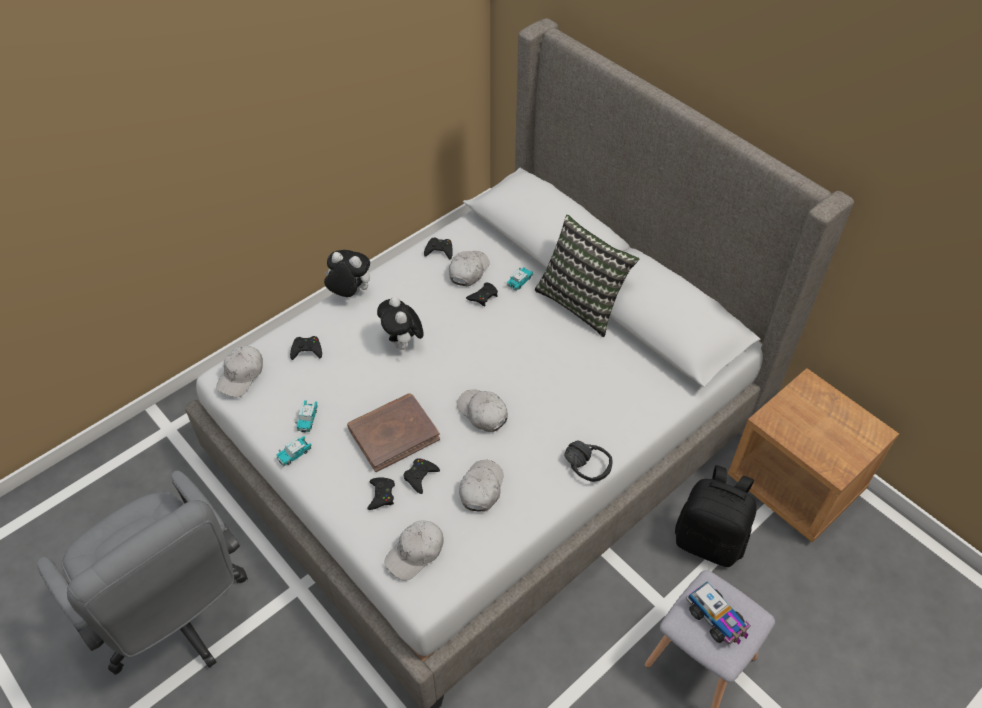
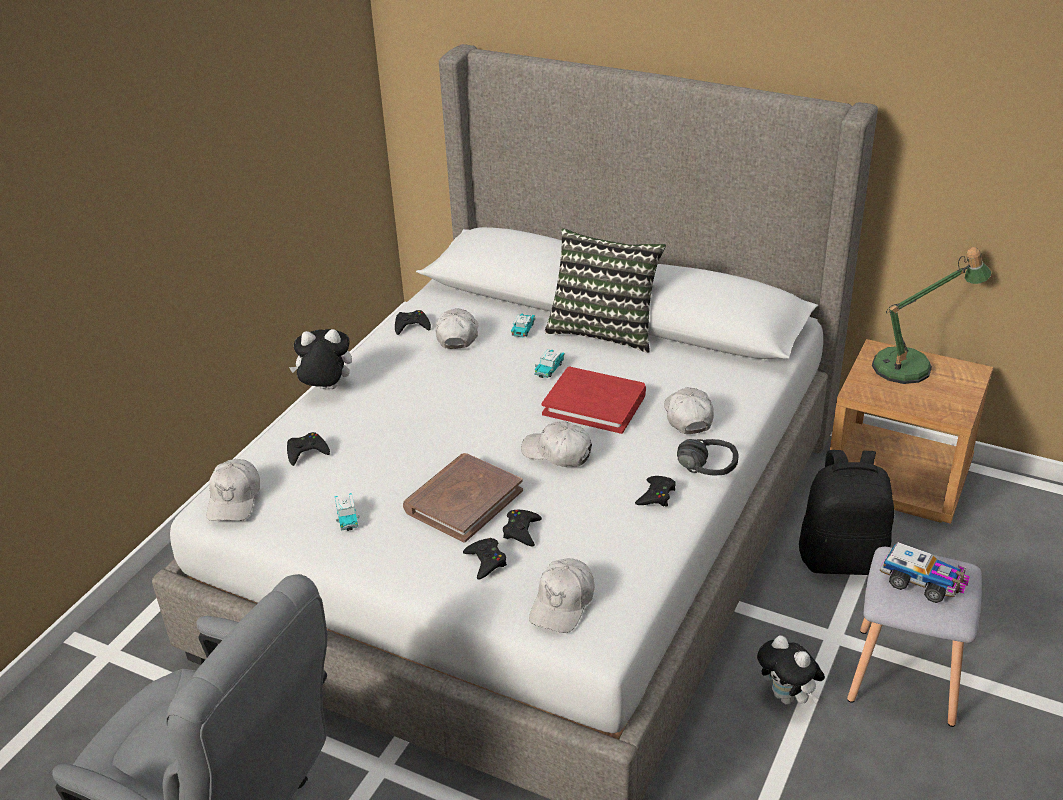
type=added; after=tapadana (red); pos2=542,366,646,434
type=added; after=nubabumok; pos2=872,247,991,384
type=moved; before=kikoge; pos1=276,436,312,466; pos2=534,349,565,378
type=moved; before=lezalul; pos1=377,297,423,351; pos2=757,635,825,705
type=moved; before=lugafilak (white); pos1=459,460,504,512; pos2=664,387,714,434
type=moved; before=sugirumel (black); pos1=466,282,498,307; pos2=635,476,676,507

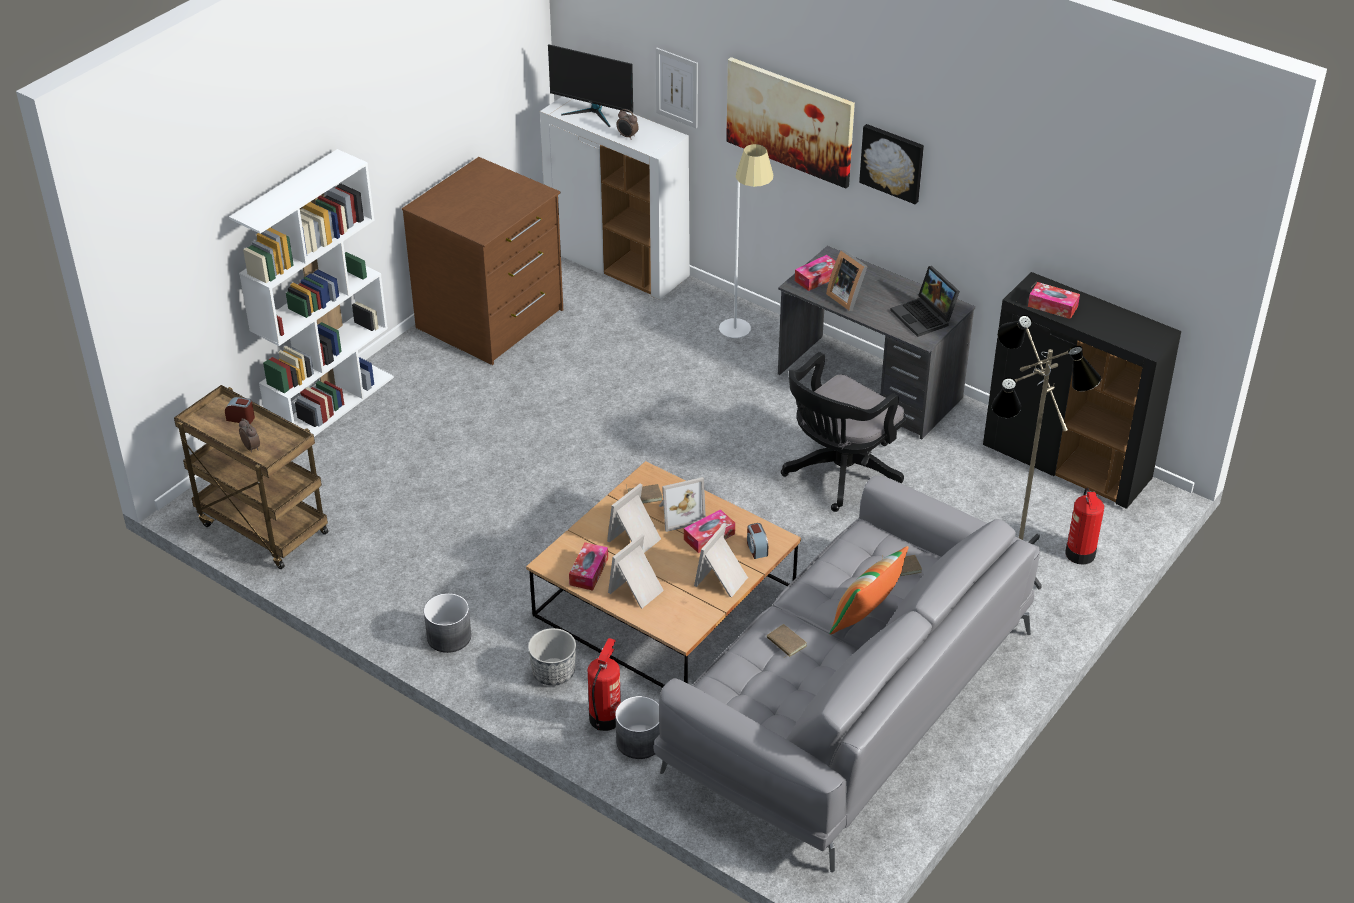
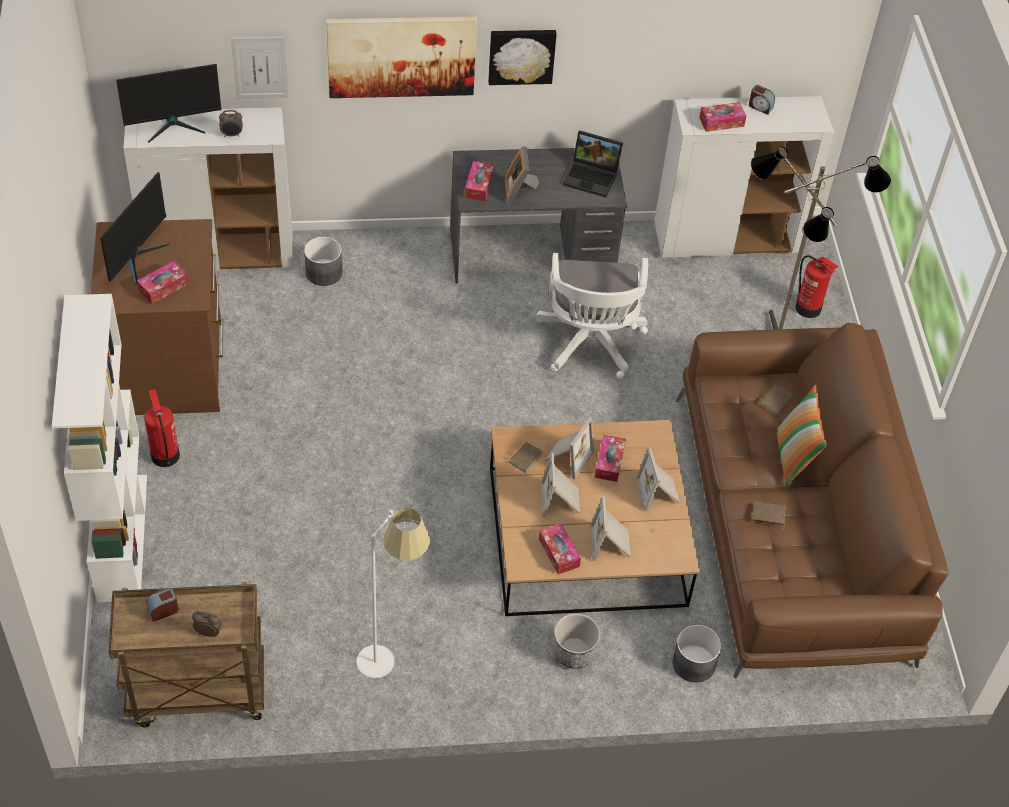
type=added; after=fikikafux; pos2=100,172,169,283
type=added; after=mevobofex; pos2=137,261,189,304
type=moved; before=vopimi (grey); pos1=424,593,471,653; pos2=304,237,343,286
type=moved; before=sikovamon; pos1=587,638,621,731; pos2=144,389,180,467
type=moved; before=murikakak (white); pos1=719,144,773,338; pos2=357,508,430,678
type=moved; before=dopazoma; pos1=747,523,768,559; pos2=749,85,775,115
type=recoloured; before=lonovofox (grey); after=lonovofox (brown); pos1=653,476,1040,872; pos2=676,323,949,679
type=recoloured; before=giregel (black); after=giregel (white); pos1=781,352,906,512; pos2=535,253,648,379
type=recoloured; before=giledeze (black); after=giledeze (white); pos1=983,272,1181,509; pos2=654,96,834,258
type=turned; before=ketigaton; pos1=826,250,868,311; pos2=505,146,539,204; turn=75

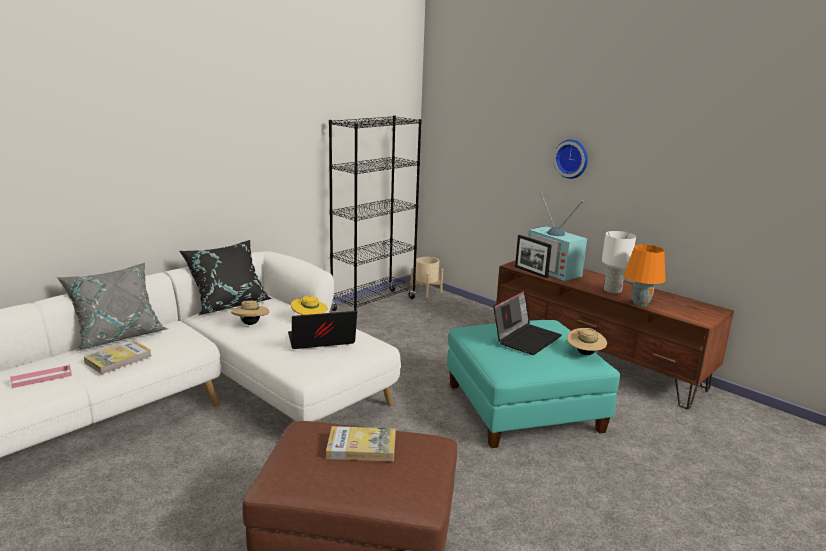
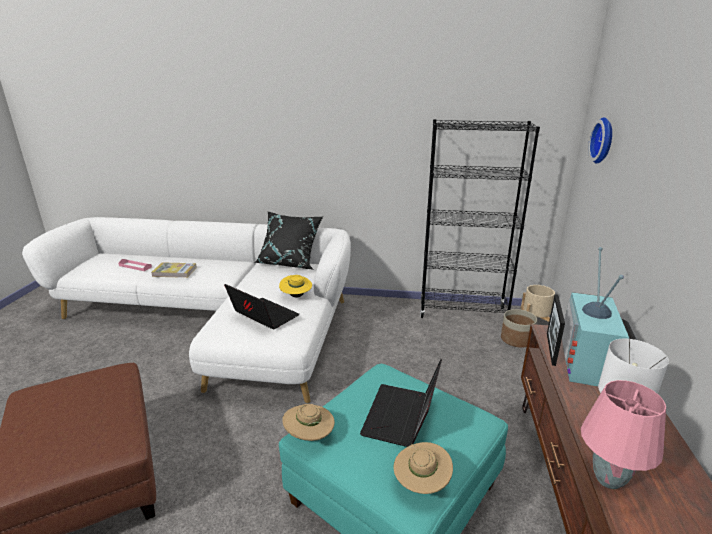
type=removed; before=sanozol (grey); pos1=57,263,168,351
type=removed; before=tapadana; pos1=326,426,396,461
type=added; after=vopimi; pos2=501,309,537,348
type=moved; before=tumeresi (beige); pos1=231,300,269,325; pos2=282,404,335,441
type=moved; before=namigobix; pos1=553,139,588,179; pos2=588,117,612,164
type=recoloured; before=nubabumok (orange); after=nubabumok (pink); pos1=624,244,666,307; pos2=581,380,666,489
type=turned; before=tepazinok; pos1=493,290,562,355; pos2=360,359,442,447; turn=105

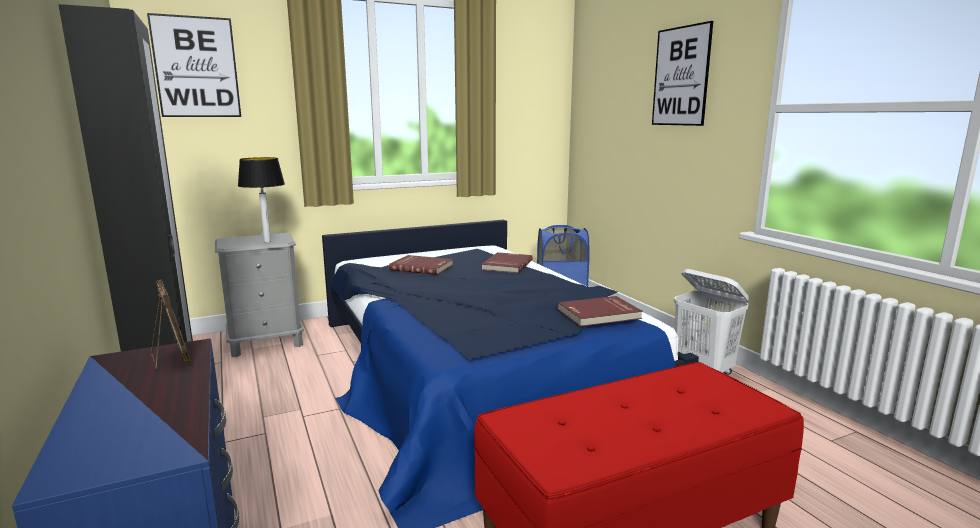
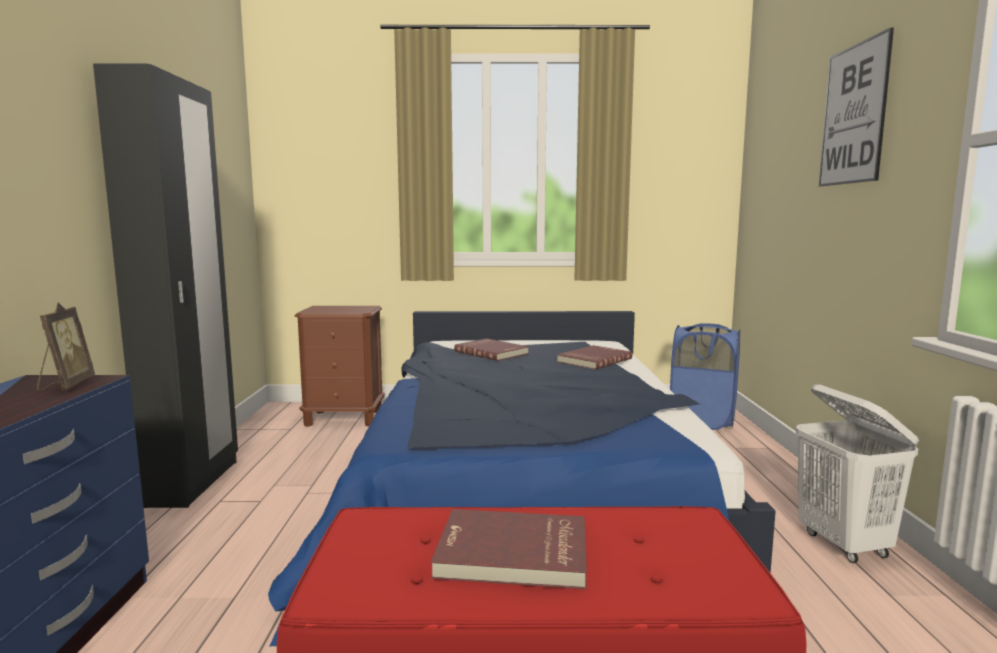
type=removed; before=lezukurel; pos1=147,13,241,117
type=removed; before=nubabumok; pos1=238,157,285,243
type=moved; before=tapadana (red); pos1=558,296,643,327; pos2=431,509,587,589
type=recoloured; before=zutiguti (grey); after=zutiguti (brown); pos1=215,233,304,357; pos2=295,306,385,427

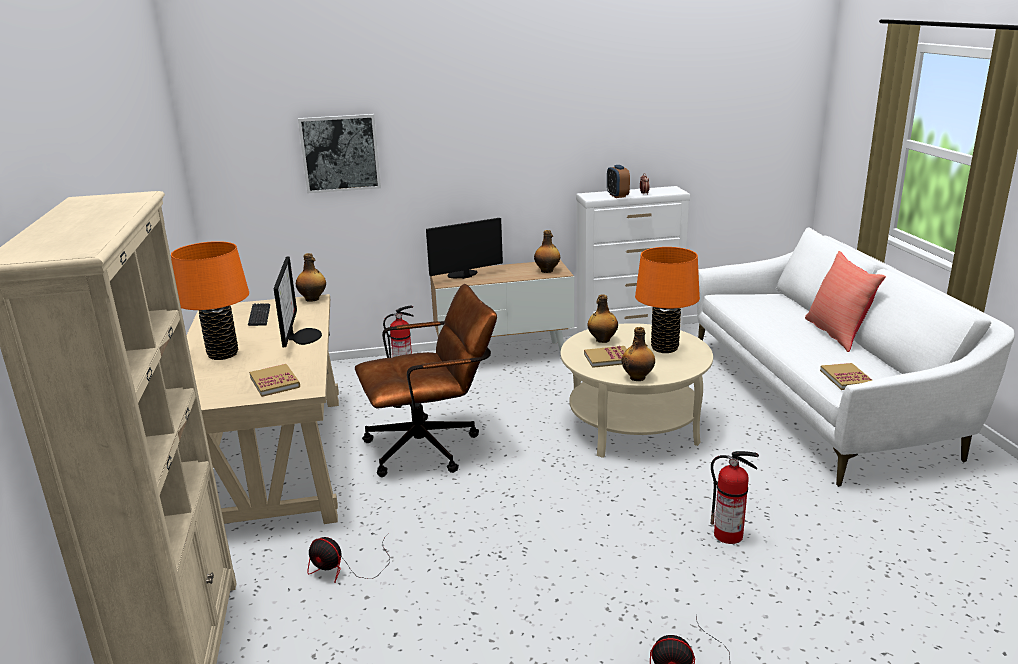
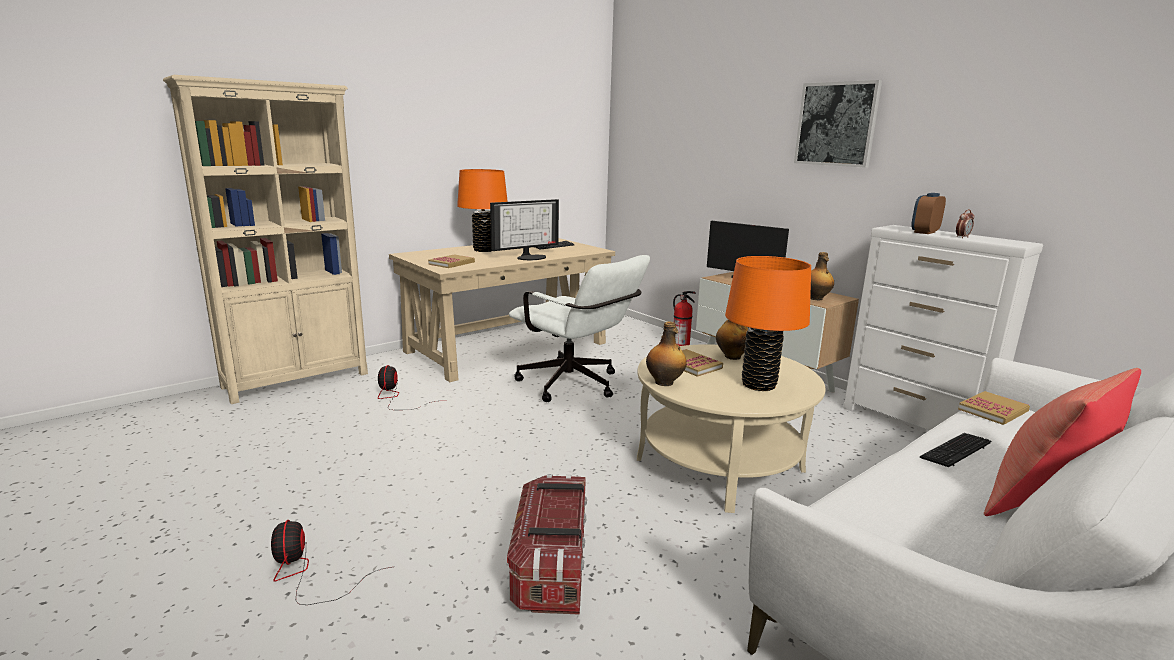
type=removed; before=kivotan; pos1=296,253,326,302
type=added; after=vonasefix; pos2=920,433,991,467
type=moved; before=lezukurel; pos1=298,114,381,194; pos2=794,80,882,168
type=moved; before=tapadana; pos1=820,363,872,390; pos2=958,391,1030,425
type=replaced; before=sikovamon; after=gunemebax; pos1=711,451,759,544; pos2=507,474,587,615
type=recoloured; before=giregel (brown); after=giregel (white); pos1=355,284,497,477; pos2=509,255,650,402

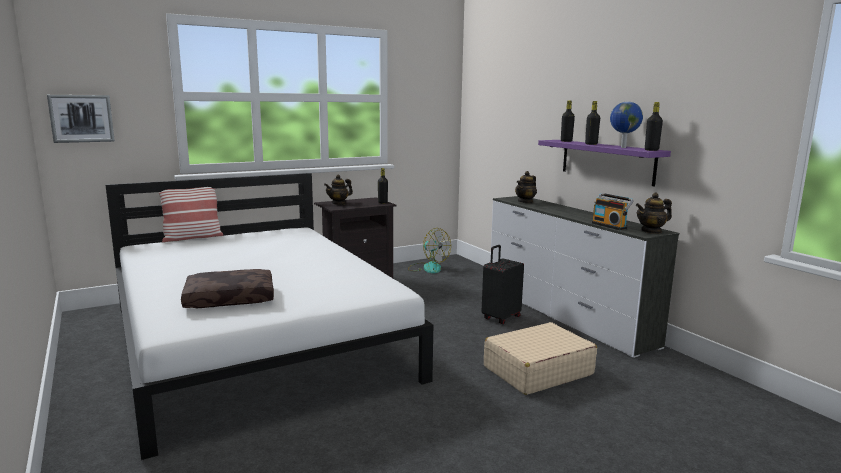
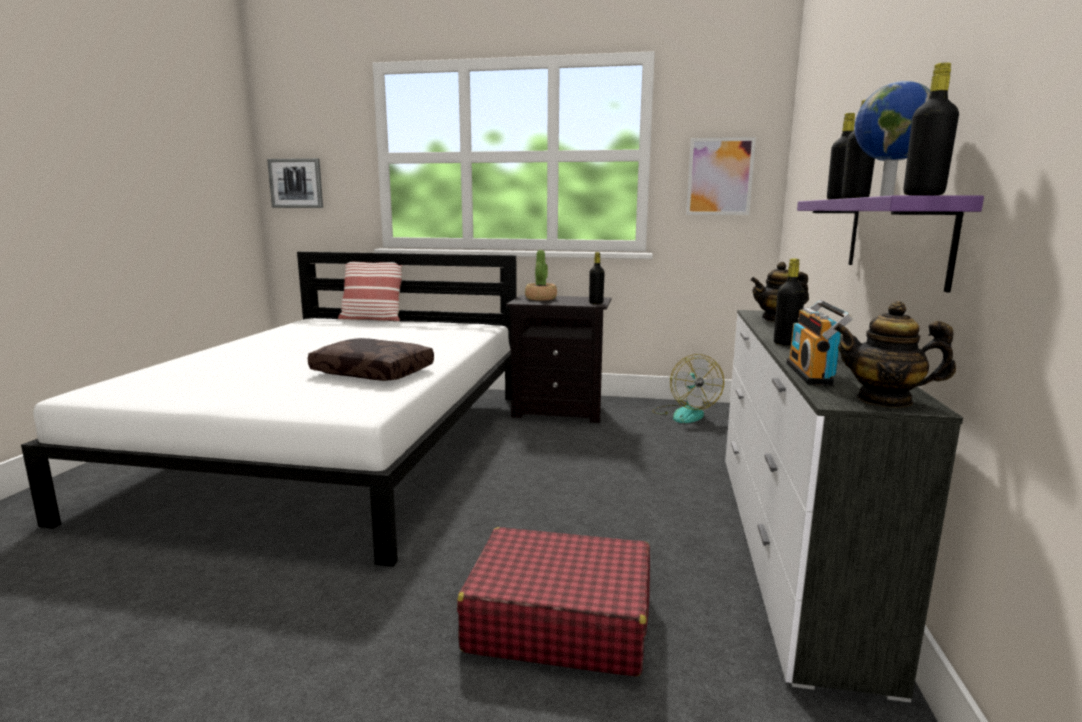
type=removed; before=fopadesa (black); pos1=481,245,524,324
type=added; after=lezukurel; pos2=686,137,756,215
type=added; after=kivotan (black); pos2=774,258,805,346
type=moved; before=sanozol (brown); pos1=181,269,274,308; pos2=308,338,434,381
type=replaced; before=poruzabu; after=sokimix; pos1=324,175,353,205; pos2=525,250,557,300
type=recoloured; before=fopadesa (beige); after=fopadesa (red); pos1=484,322,597,395; pos2=457,527,650,677

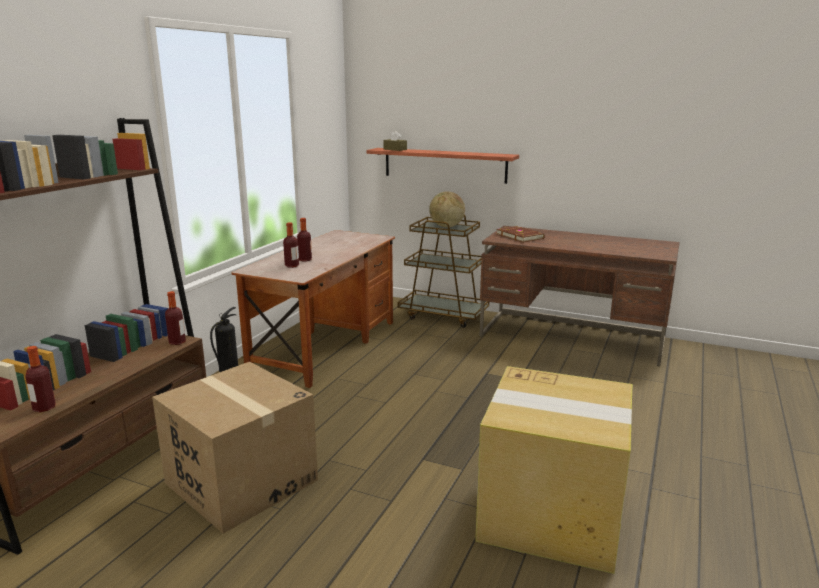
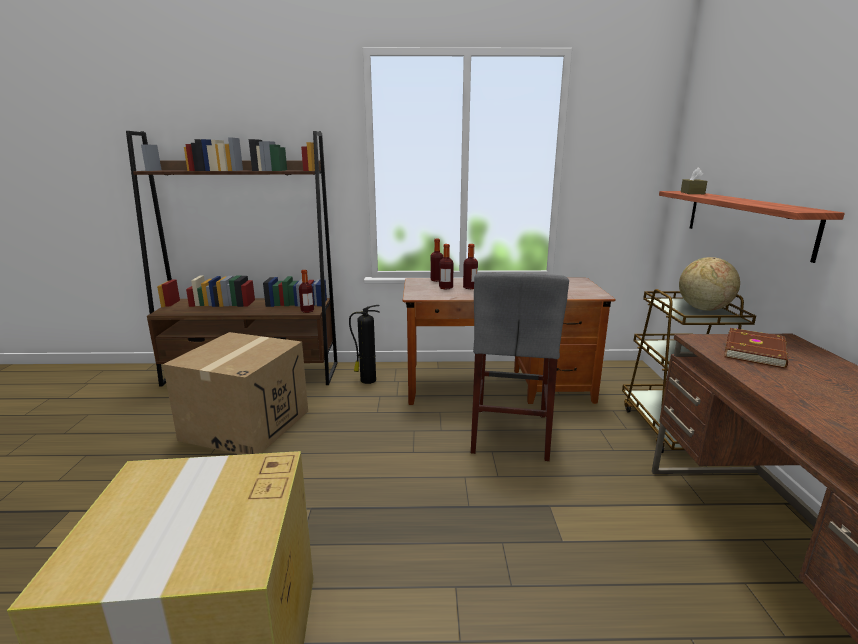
type=added; after=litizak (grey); pos2=471,272,569,461
type=moved; before=kivotan; pos1=25,346,56,412; pos2=430,239,443,282

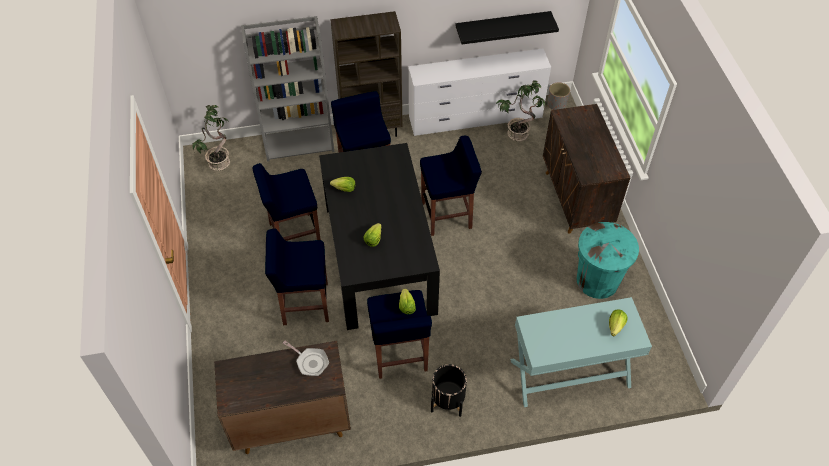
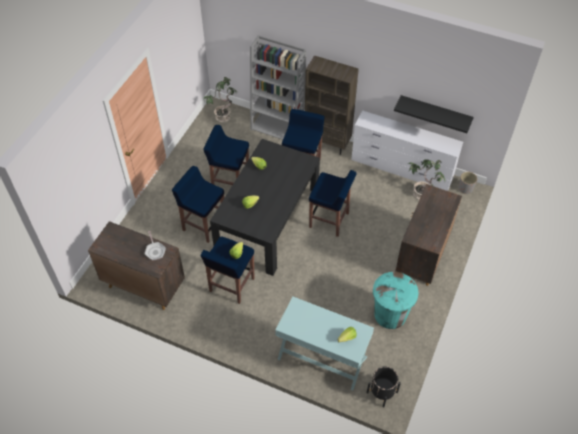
type=moved; before=vopimi (black); pos1=431,364,467,417; pos2=367,366,401,408

